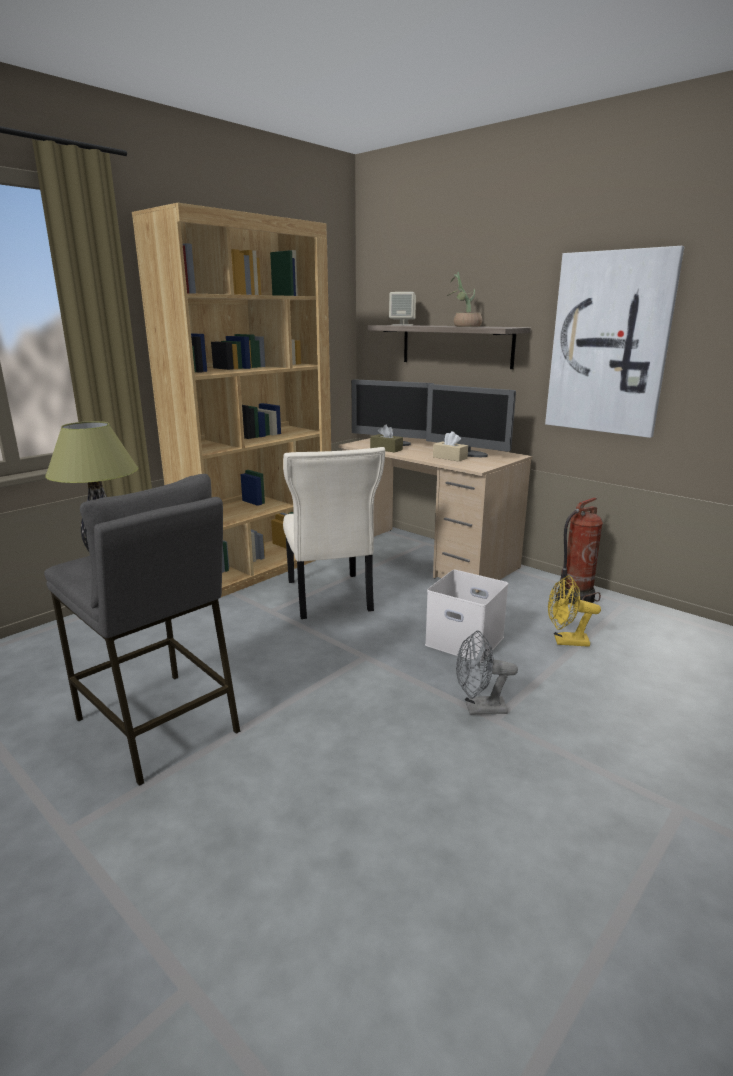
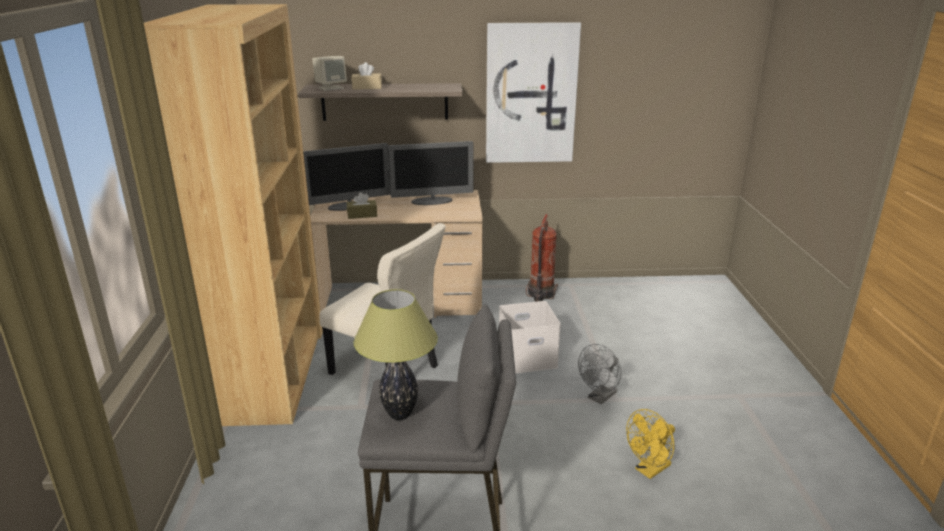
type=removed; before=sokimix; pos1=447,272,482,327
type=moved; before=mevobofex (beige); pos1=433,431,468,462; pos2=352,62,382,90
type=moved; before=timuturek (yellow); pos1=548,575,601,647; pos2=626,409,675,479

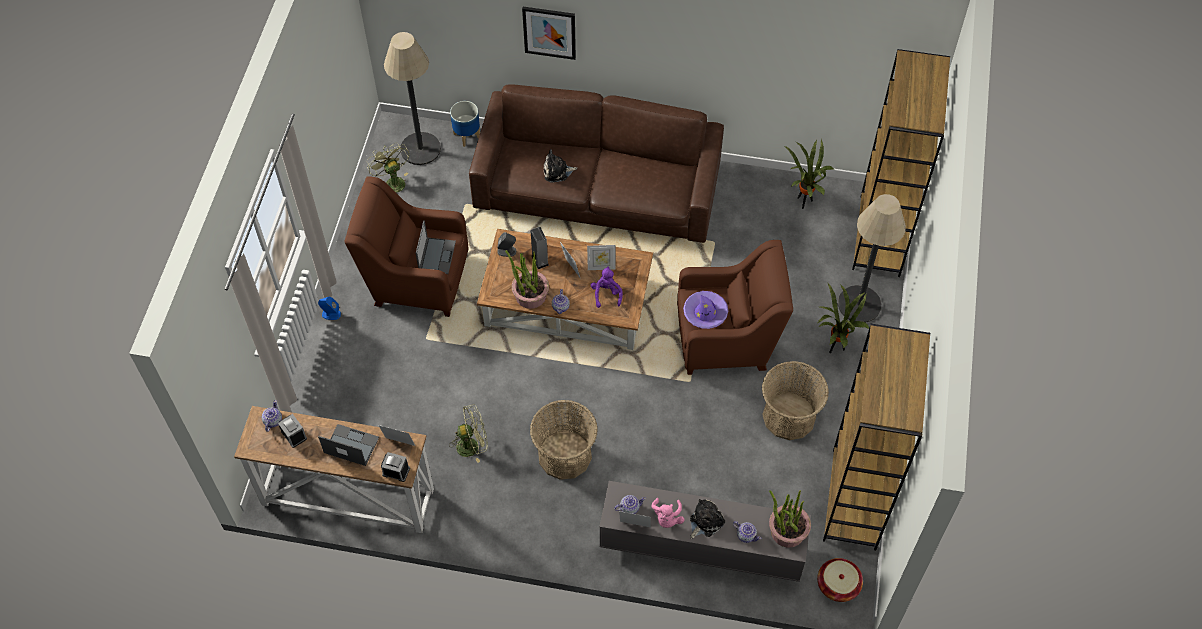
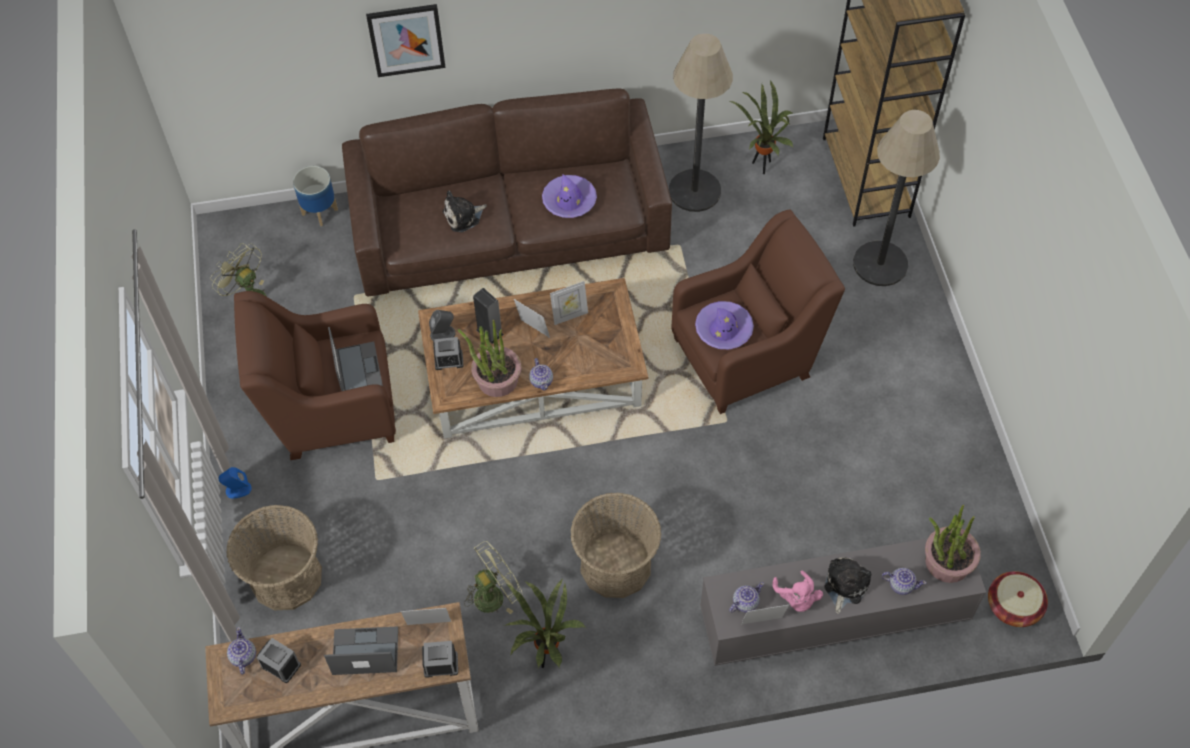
type=removed; before=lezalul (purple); pos1=591,267,623,308
type=removed; before=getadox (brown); pos1=823,324,930,550
type=added; after=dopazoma; pos2=433,337,464,370
type=added; after=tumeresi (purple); pos2=542,174,597,218
type=moved; before=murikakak; pos1=384,32,441,165; pos2=669,33,733,212
type=moved; before=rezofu; pos1=762,361,829,440; pos2=226,505,322,610
type=moved; before=sokimix; pos1=818,282,869,353; pos2=505,577,586,668

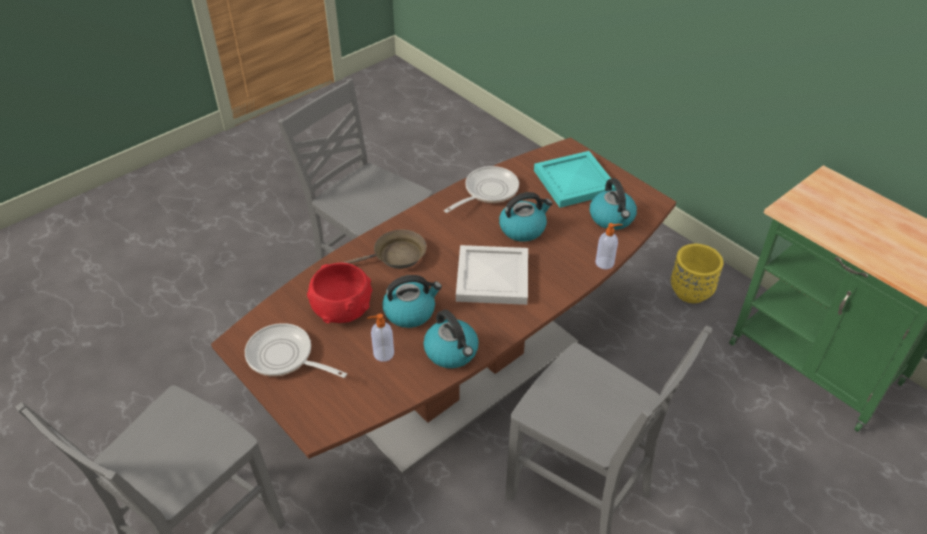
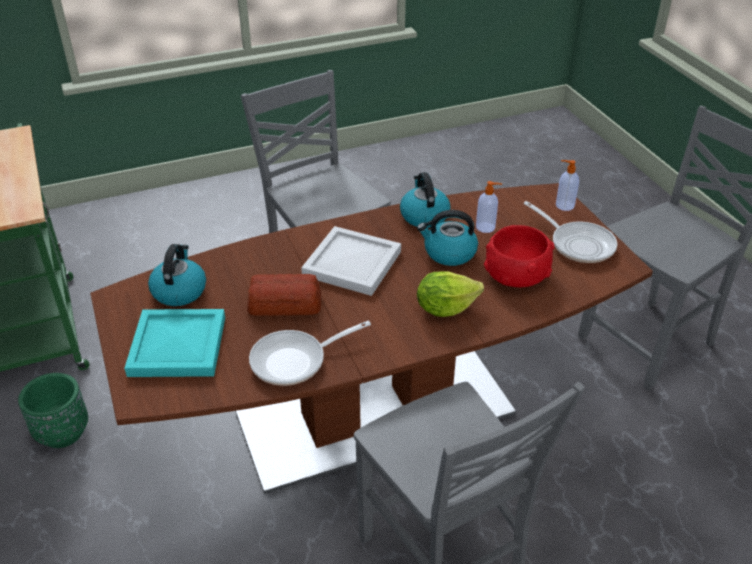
type=moved; before=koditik; pos1=596,223,622,269; pos2=556,160,579,211
type=replaced; before=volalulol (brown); after=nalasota; pos1=340,229,427,269; pos2=417,271,484,317
type=replaced; before=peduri; after=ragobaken; pos1=499,192,553,242; pos2=247,274,321,315
type=recoloured; before=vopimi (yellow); after=vopimi (green); pos1=671,244,723,303; pos2=18,373,88,448

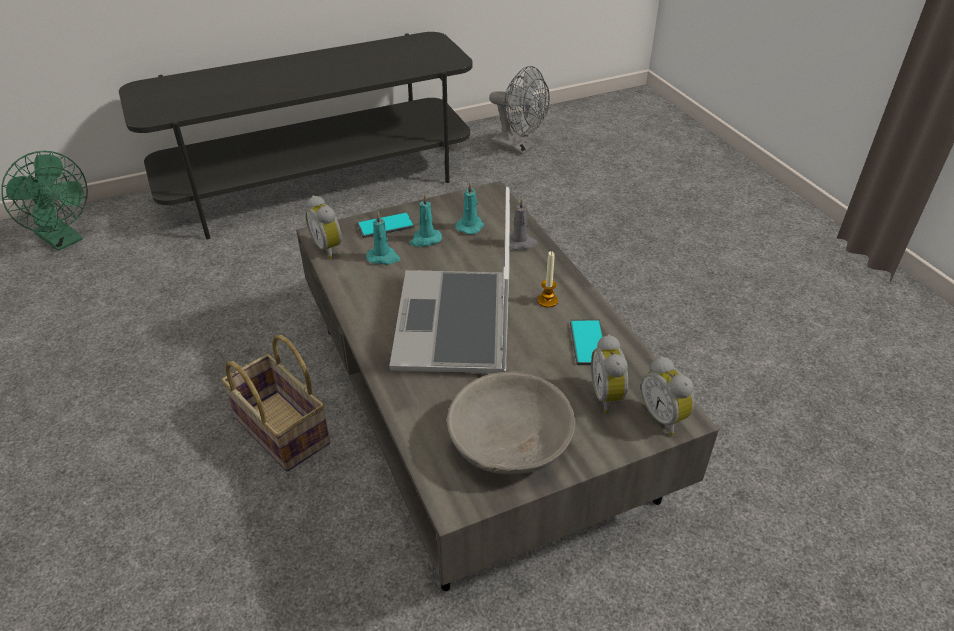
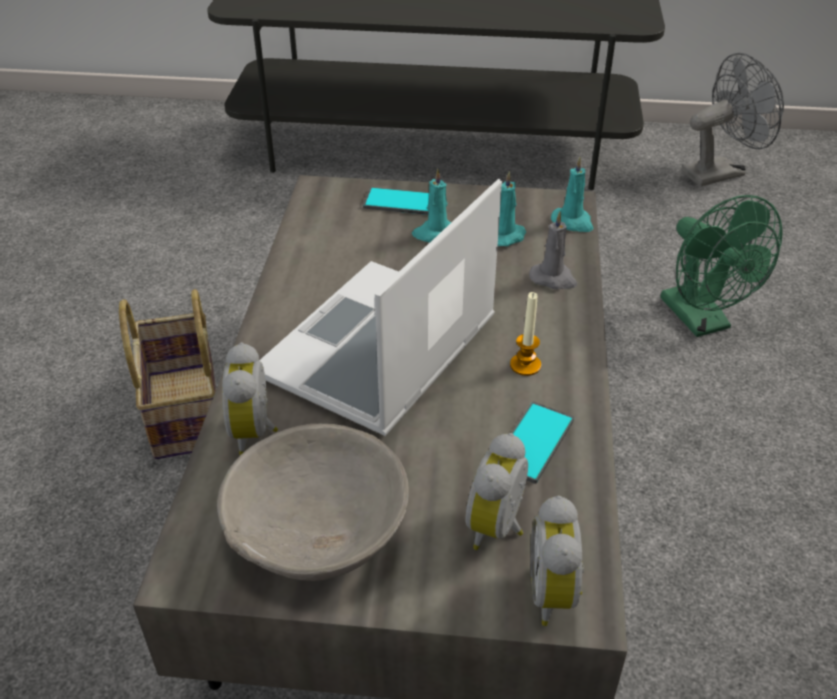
type=moved; before=timuturek (green); pos1=1,151,88,251; pos2=661,195,783,337
type=moved; before=dopazoma; pos1=306,195,342,259; pos2=222,342,278,455
type=moved; before=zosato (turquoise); pos1=366,212,400,265; pos2=551,157,594,232
type=turned; before=timuturek (grey); pos1=489,66,550,155; pos2=682,53,784,186; turn=-90

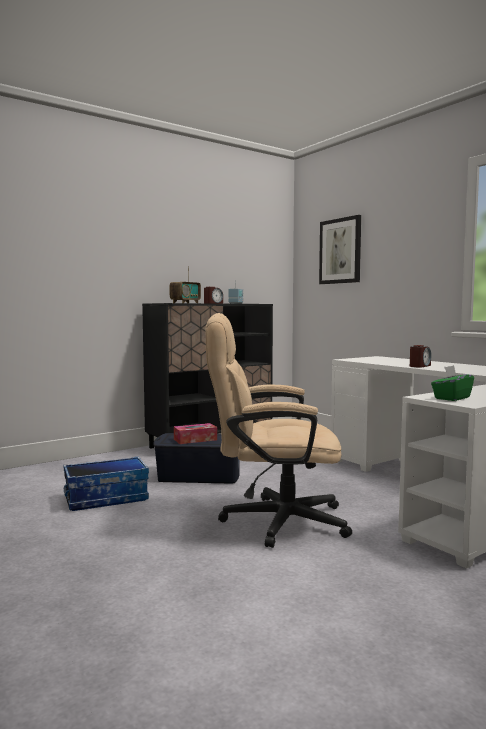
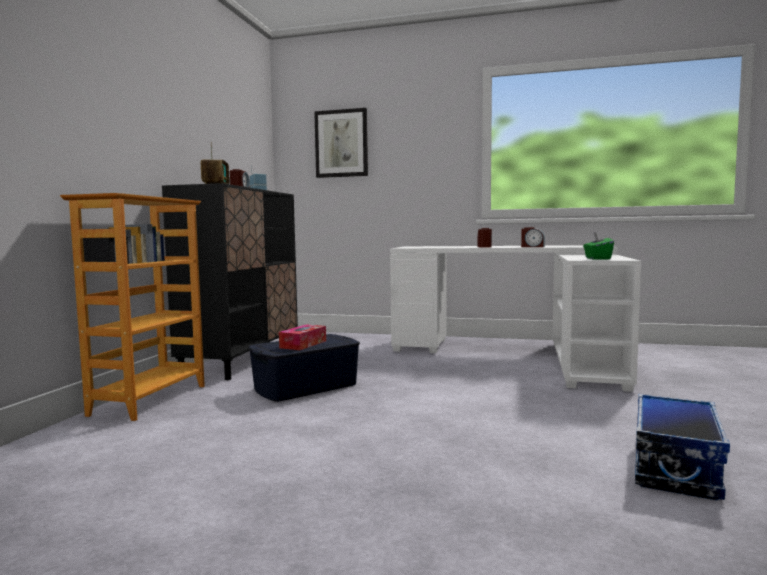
type=removed; before=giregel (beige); pos1=206,313,352,548
type=added; after=getadox; pos2=60,193,205,421
type=added; after=dopazoma; pos2=521,227,545,247
type=moved; before=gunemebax; pos1=64,456,149,511; pos2=635,394,730,500

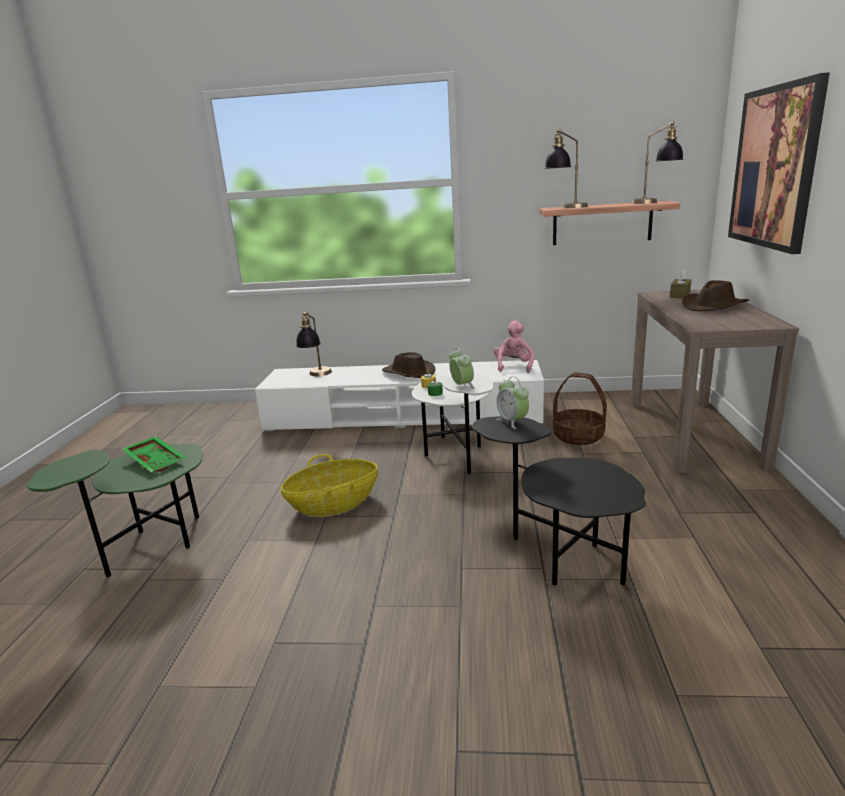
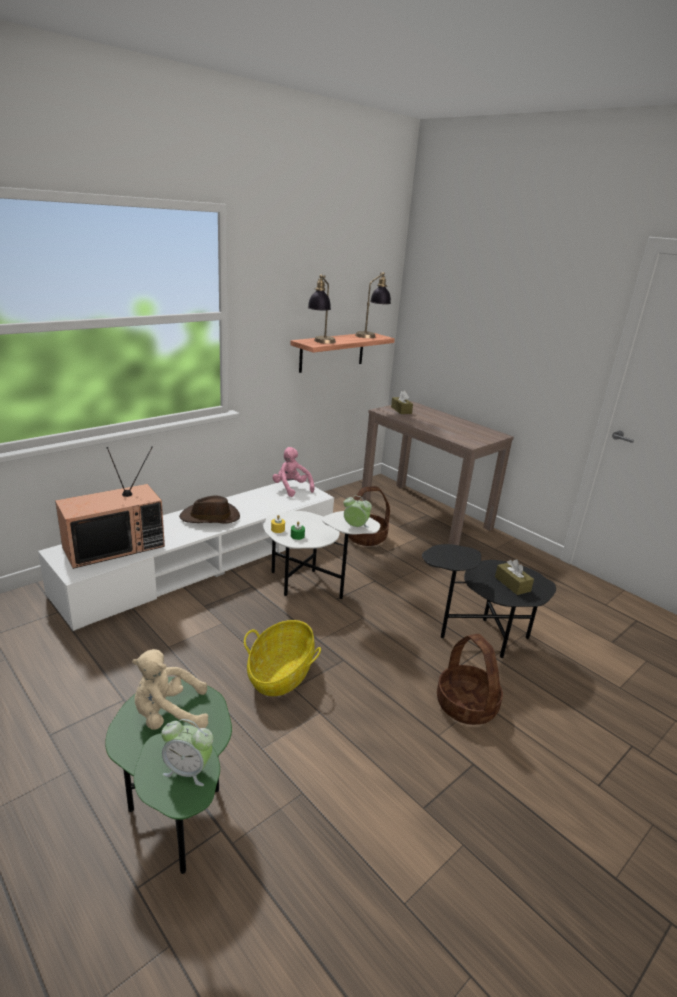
type=removed; before=tumeresi (brown); pos1=682,280,749,311
type=removed; before=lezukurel; pos1=728,72,830,254
type=added; after=rezofu; pos2=437,634,503,725
type=added; after=mevobofex (brown); pos2=495,559,534,595
type=moved; before=dopazoma; pos1=496,376,529,429; pos2=161,719,213,786
type=replaced; before=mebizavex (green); after=lezalul (beige); pos1=122,436,186,472; pos2=132,649,208,730
type=replaced; before=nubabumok; after=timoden; pos1=296,312,332,376; pos2=55,447,165,569

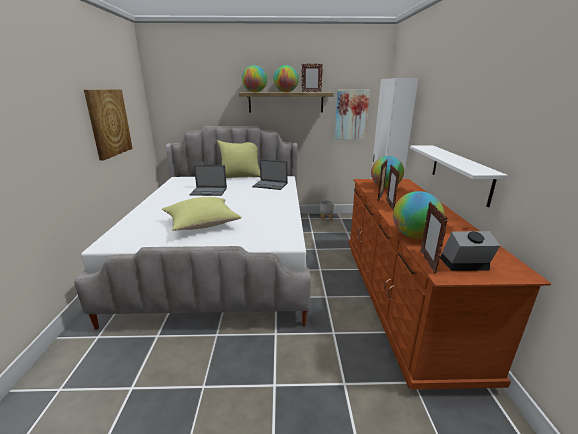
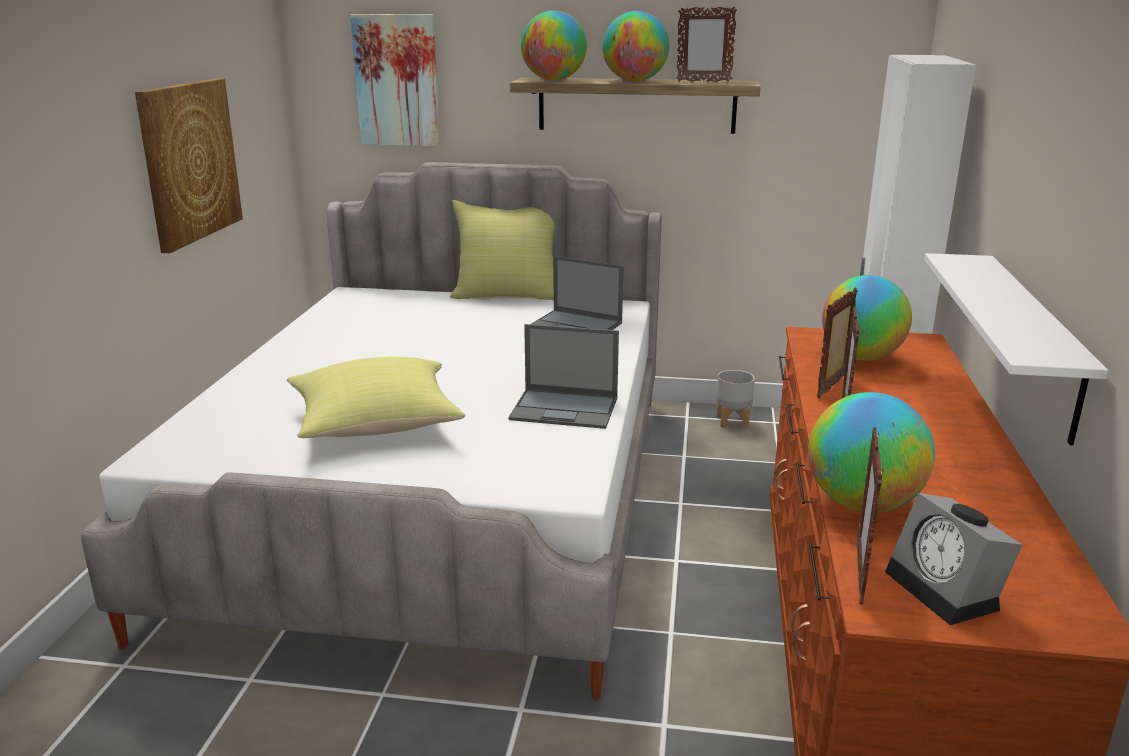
type=moved; before=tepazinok; pos1=189,165,227,196; pos2=509,324,619,429
type=moved; before=lezukurel; pos1=335,90,370,140; pos2=350,14,440,147
type=turned; before=dopazoma; pos1=440,231,500,271; pos2=885,493,1022,625; turn=-120

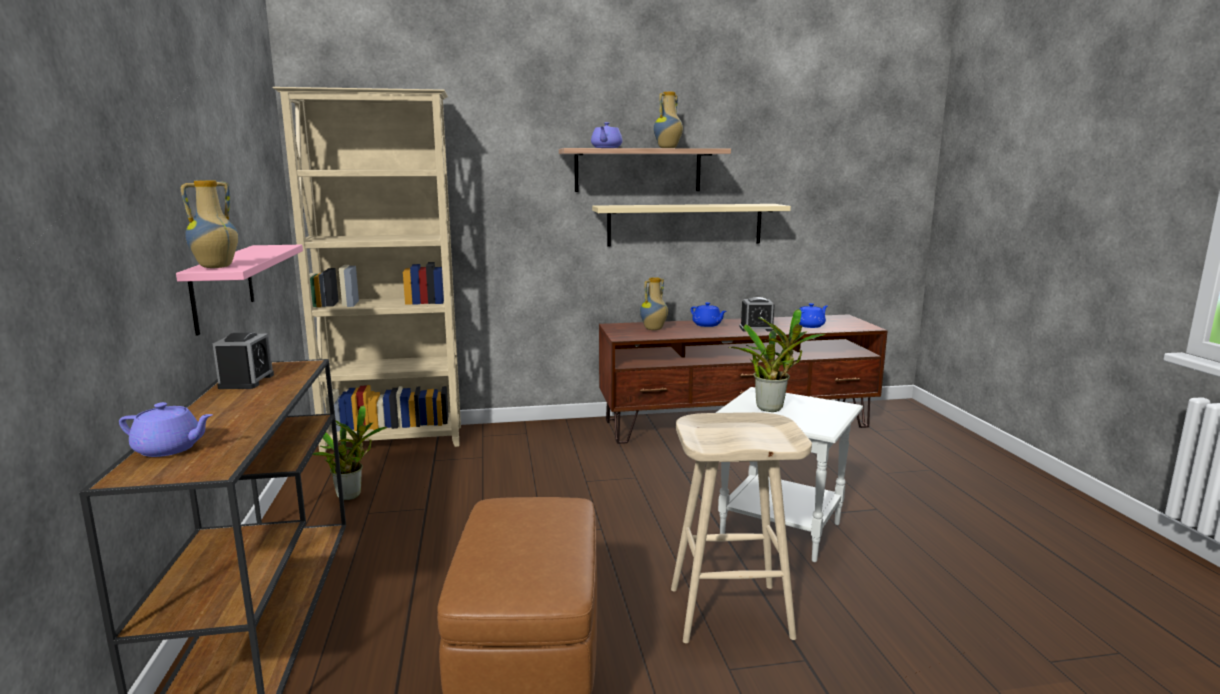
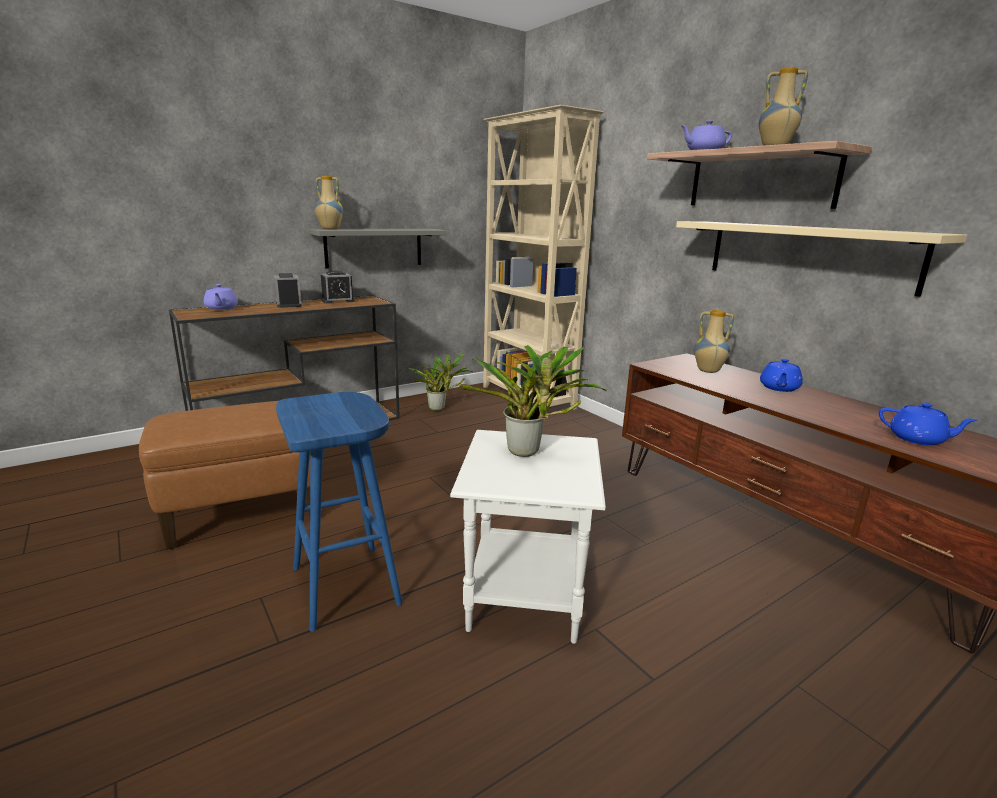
type=moved; before=dopazoma; pos1=740,297,775,332; pos2=273,273,302,308
type=recoloured; before=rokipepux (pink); after=rokipepux (grey); pos1=176,245,303,336; pos2=308,229,447,268
type=recoloured; before=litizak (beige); after=litizak (blue); pos1=671,412,812,643; pos2=276,392,402,632

